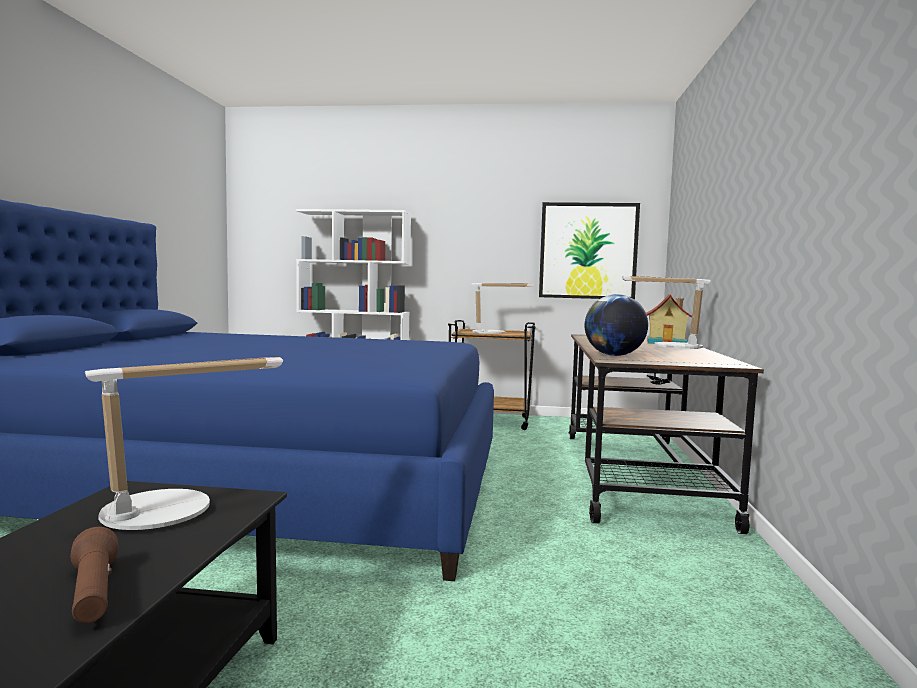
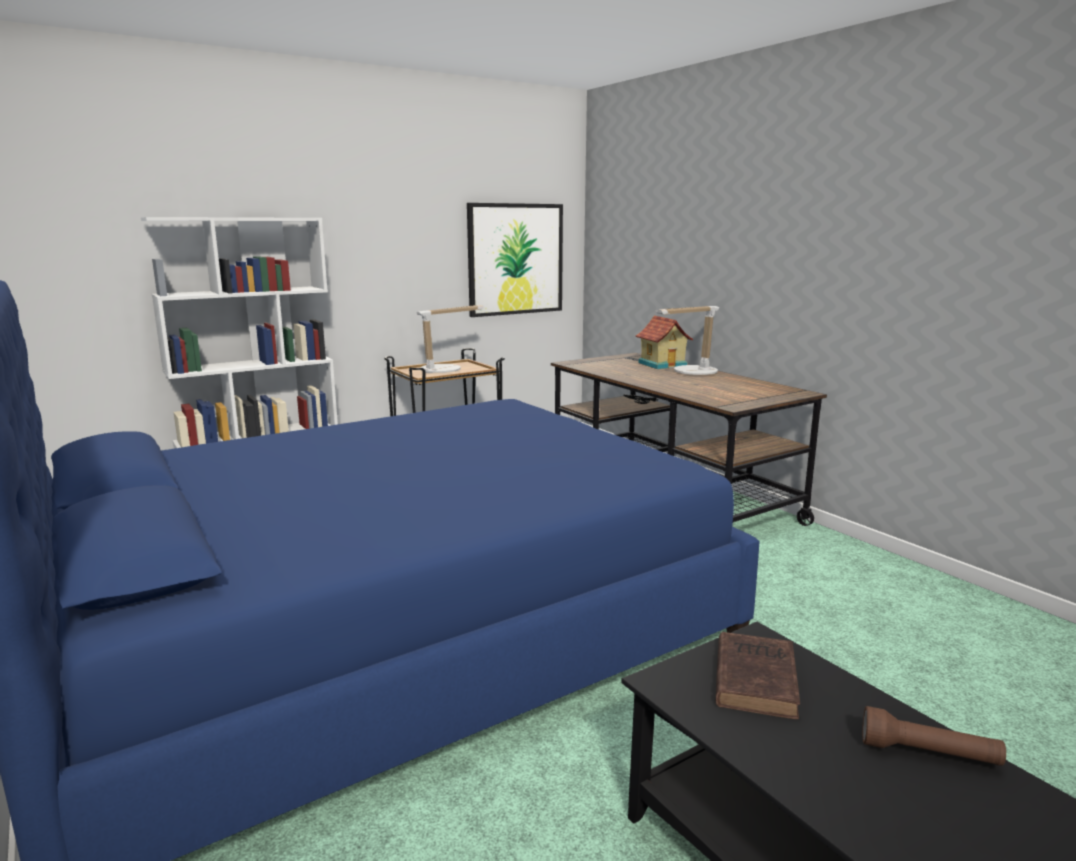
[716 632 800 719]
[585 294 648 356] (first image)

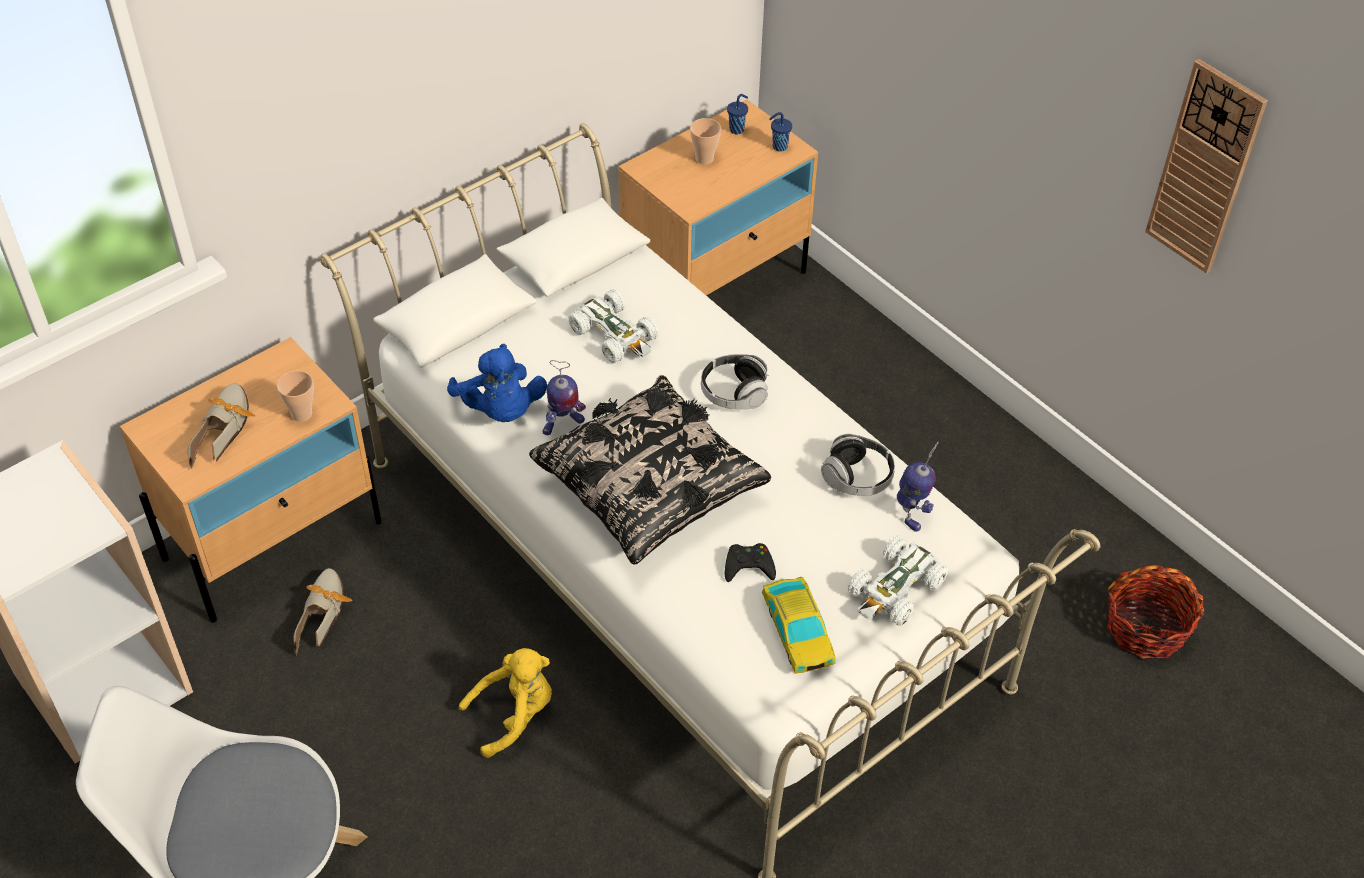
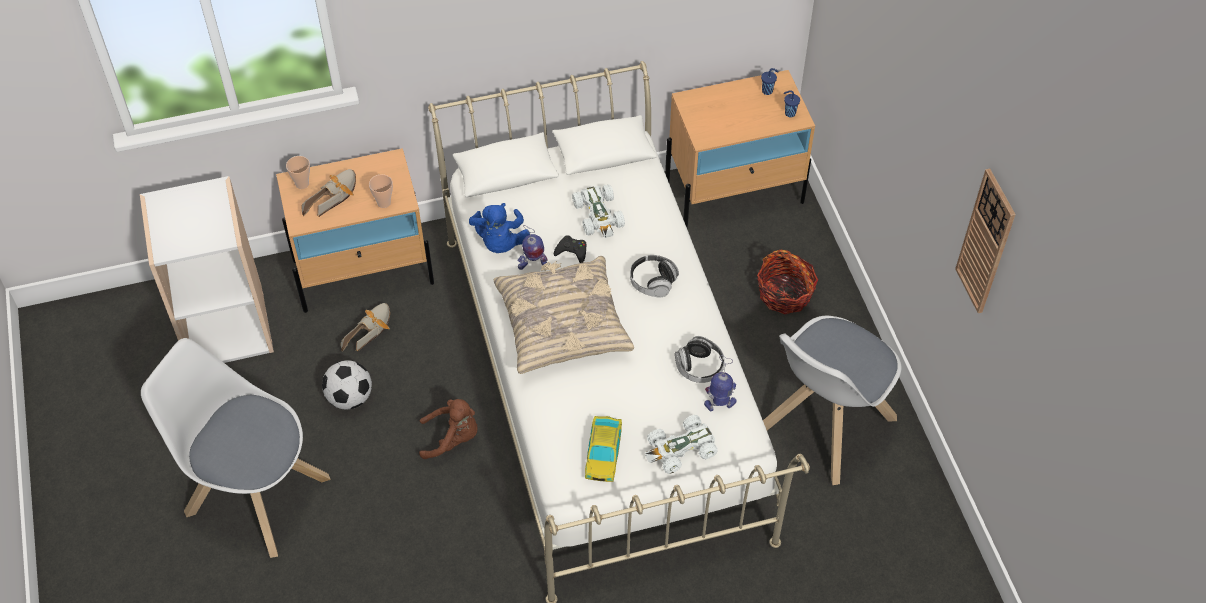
[286 156 310 189]
[322 360 372 410]
[419 399 478 459]
[494 256 634 374]
[554 236 587 263]
[704 355 737 411]
[757 250 818 314]
[763 316 902 485]

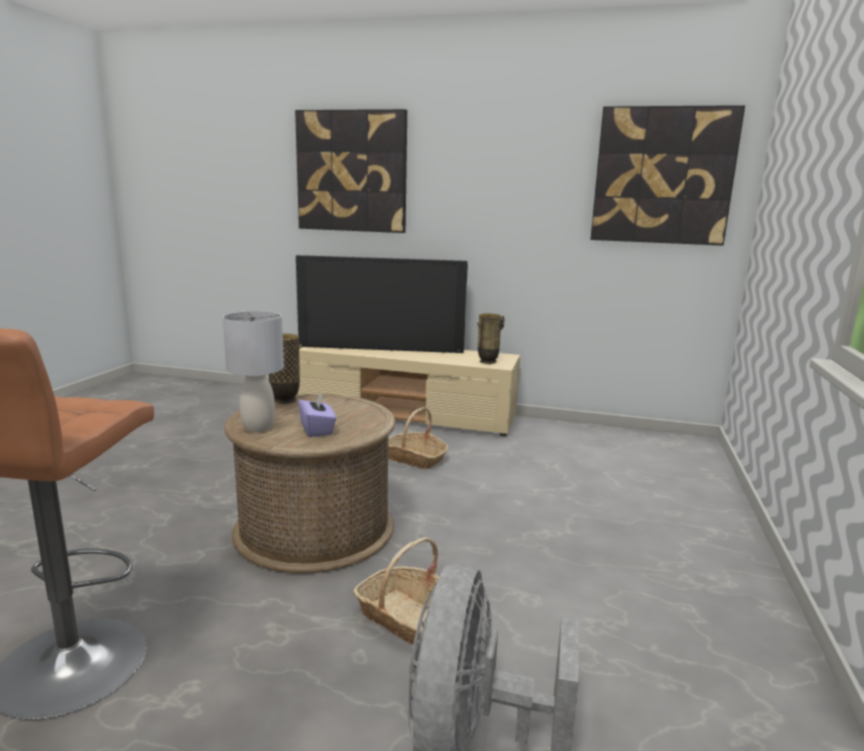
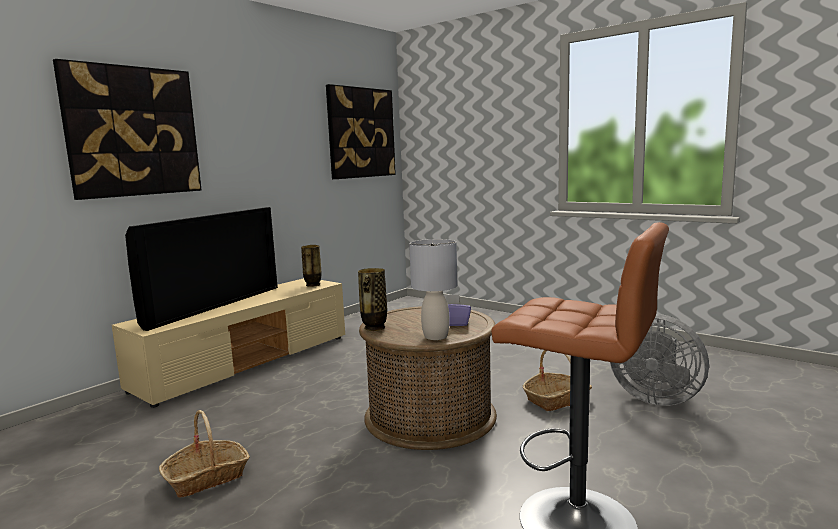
[159 410 250 498]

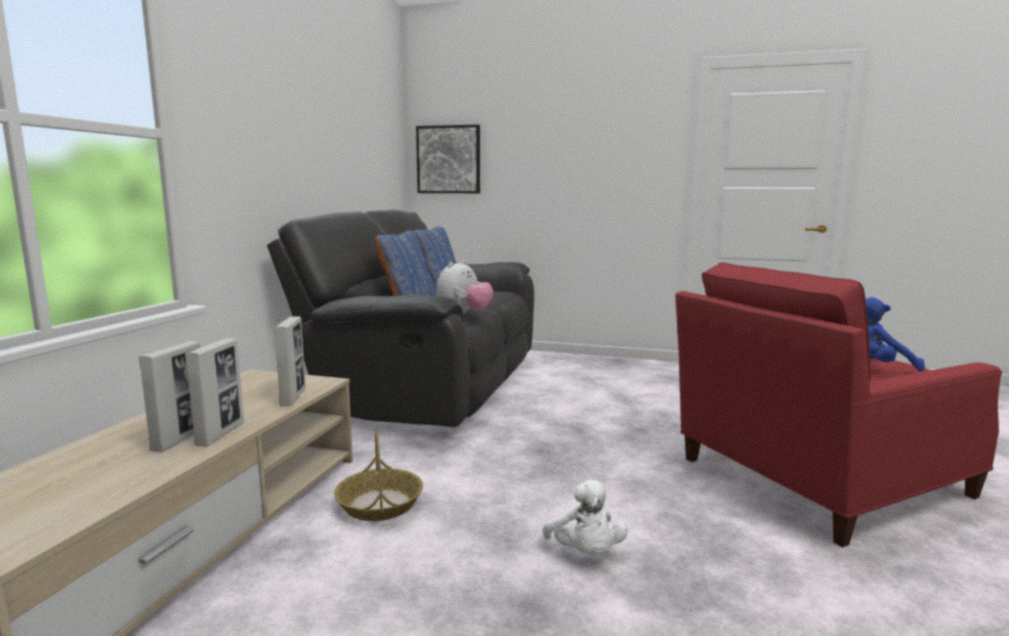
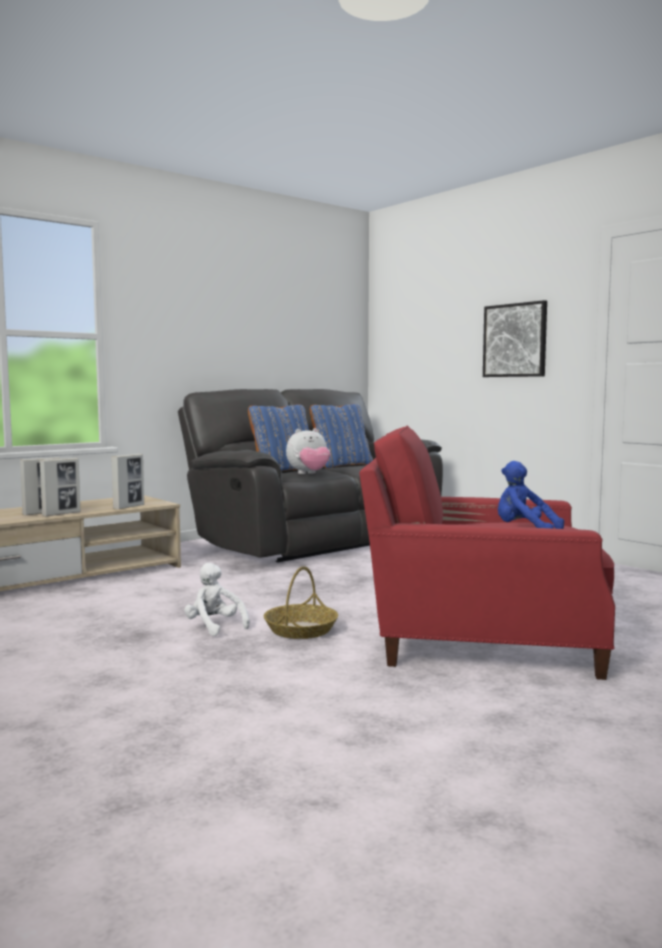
[184 563 250 636]
[264 566 338 639]
[483 300 547 377]

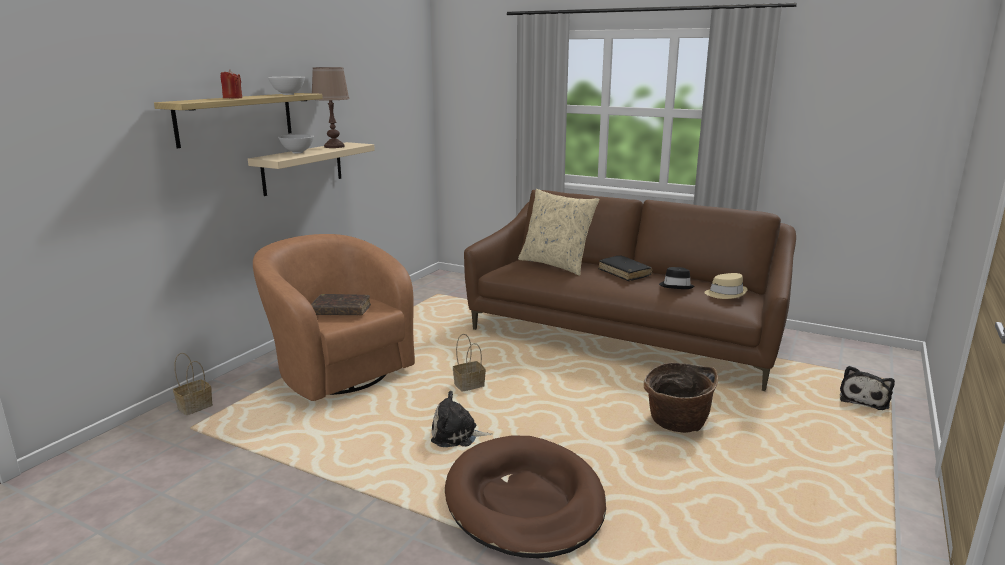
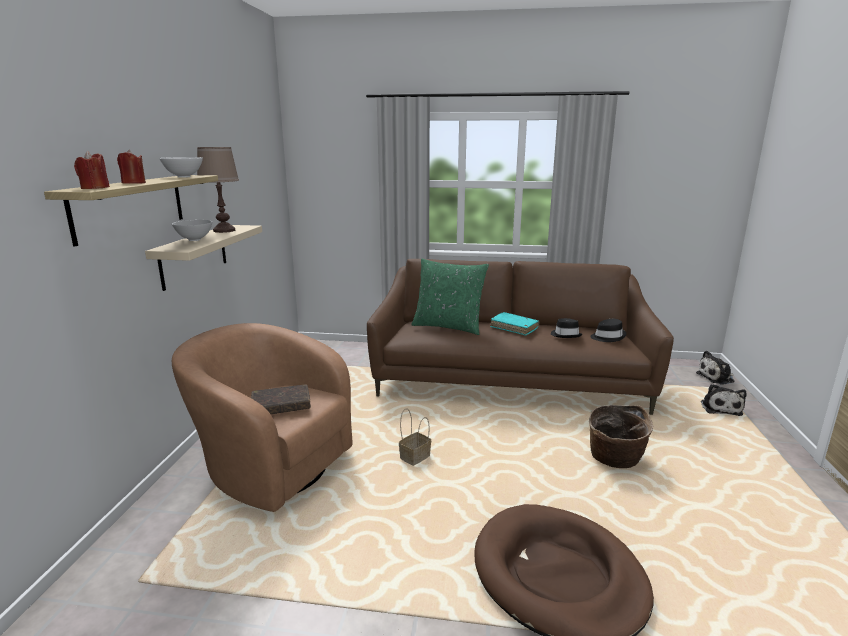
[74 151 110 189]
[412 259 489 335]
[490 312 539 336]
[590 319 626 342]
[696 351 734 384]
[173 353 213 415] (first image)

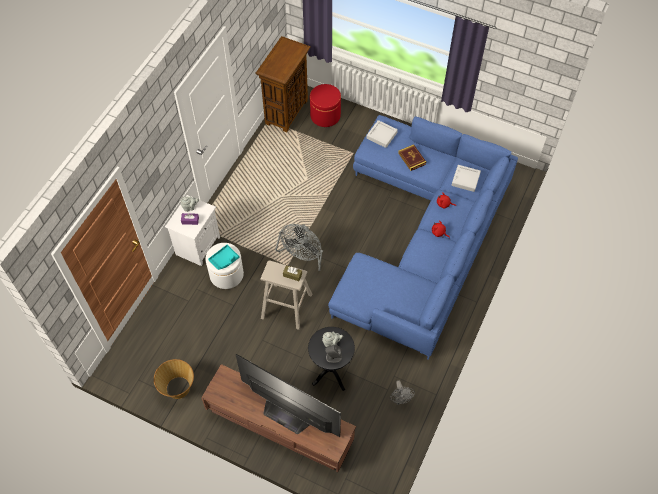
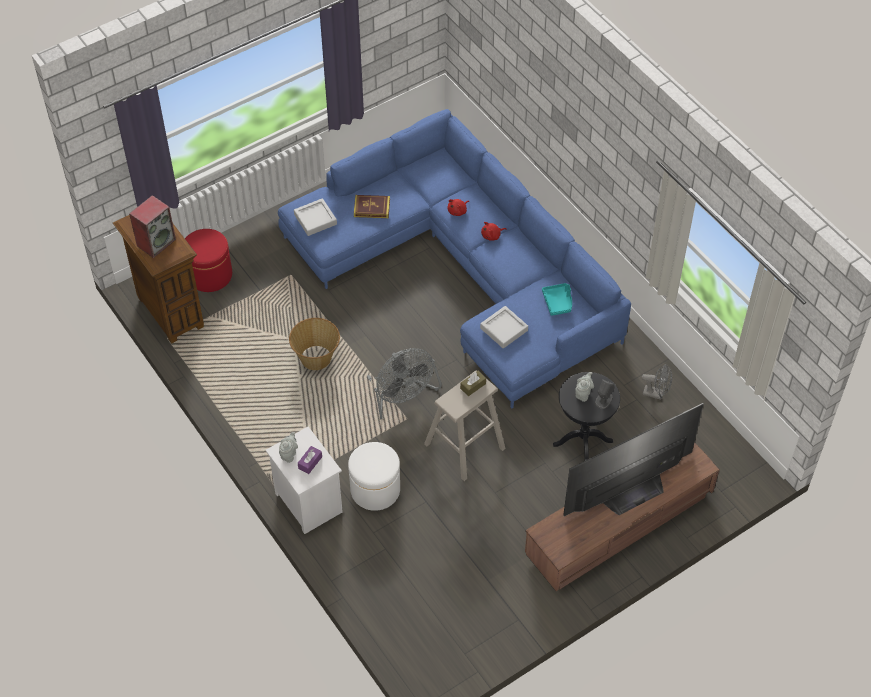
[129 195 176 258]
[289 318 340 370]
[480 306 528 348]
[542 283 572 316]

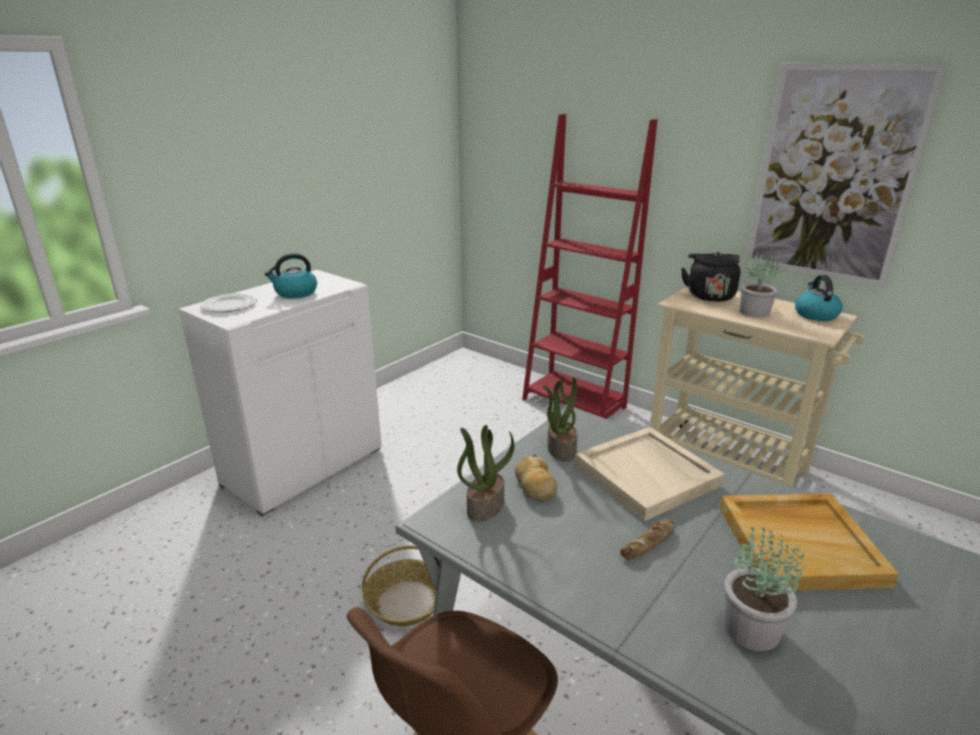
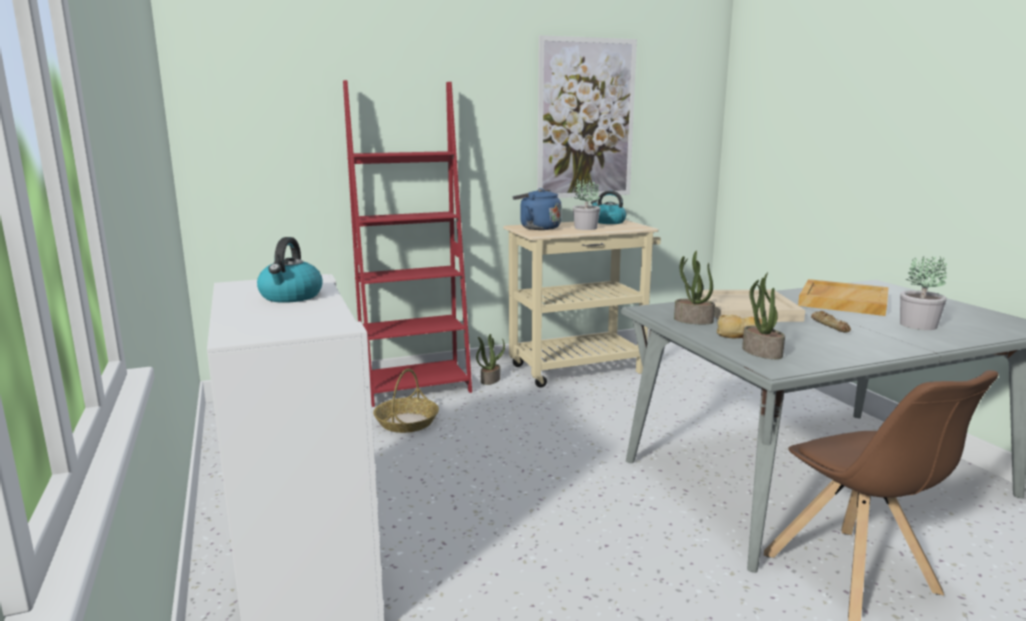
[373 368 439 433]
[476 334 505 385]
[513 188 561 230]
[201 293 257 312] (first image)

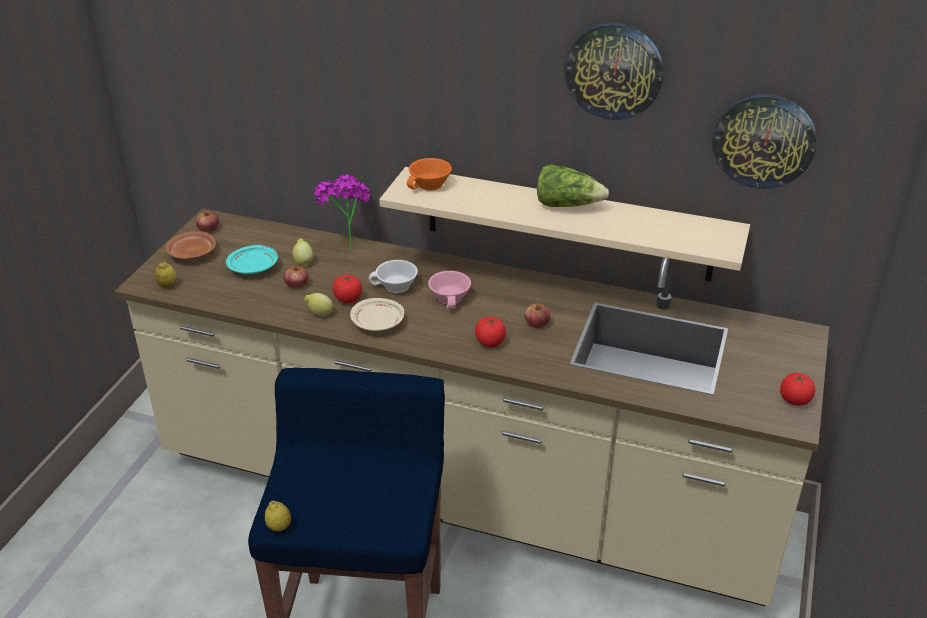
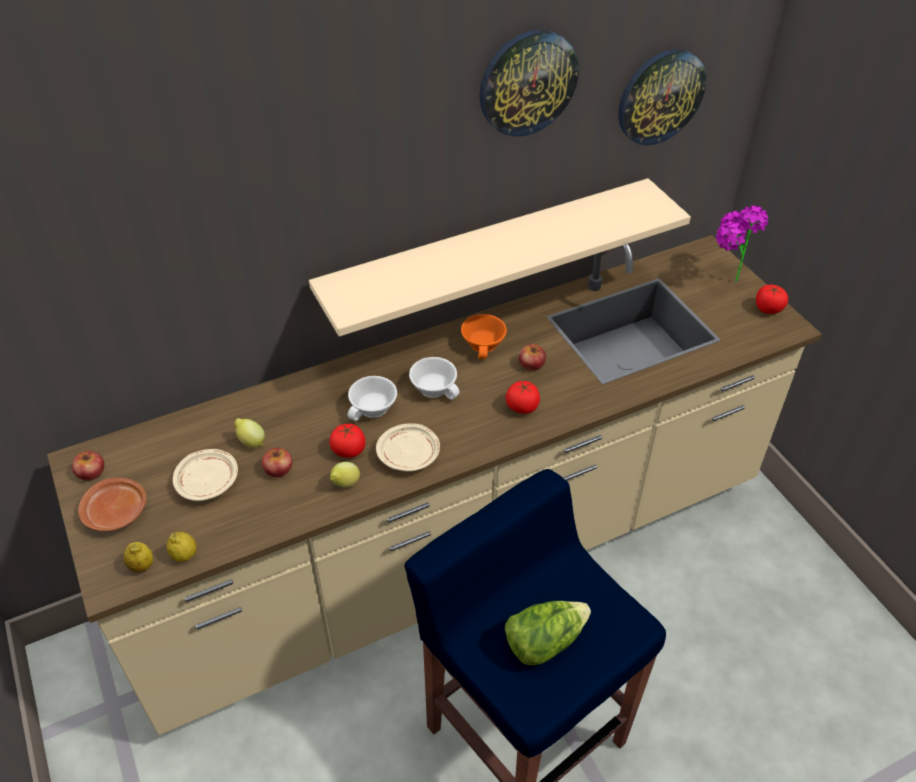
[166 532 196 562]
[173 449 238 501]
[409 357 460 400]
[461 314 507 359]
[505 601 591 666]
[716 205 768 282]

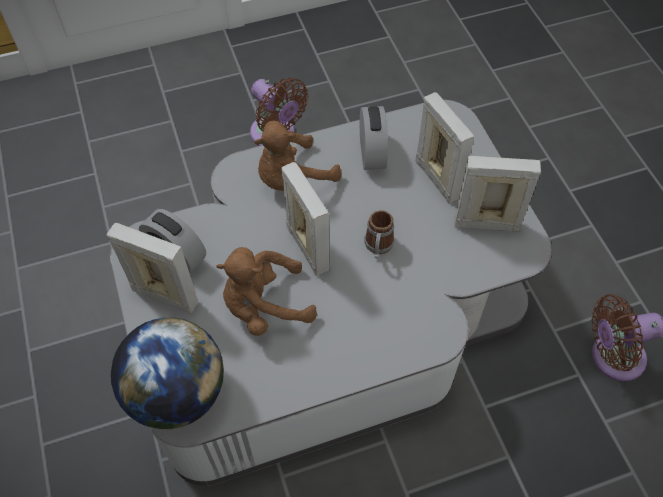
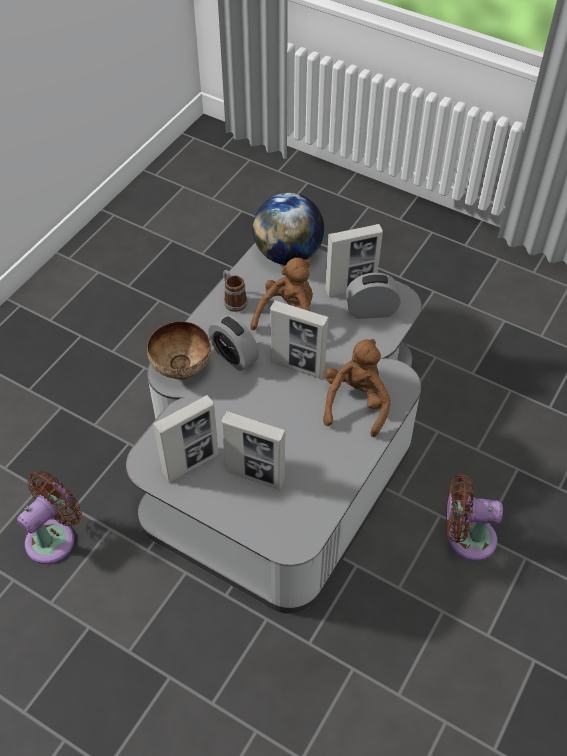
[147 321 211 380]
[208 315 259 371]
[223 270 248 312]

